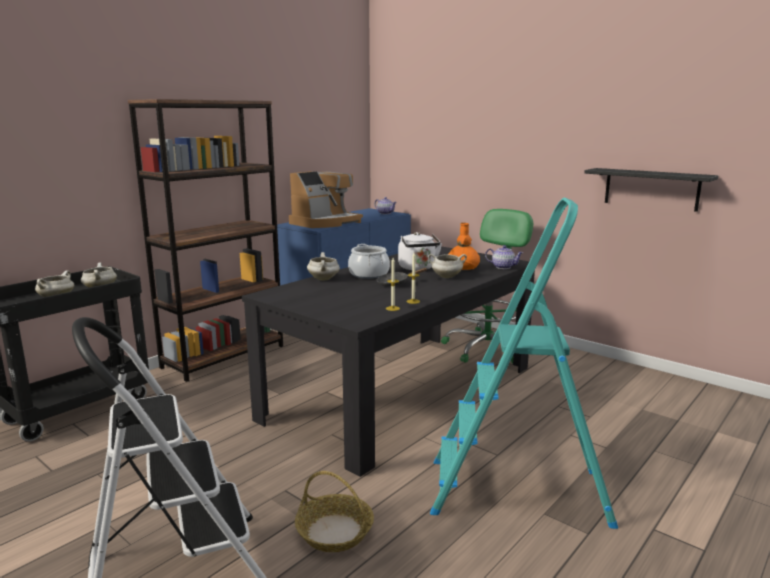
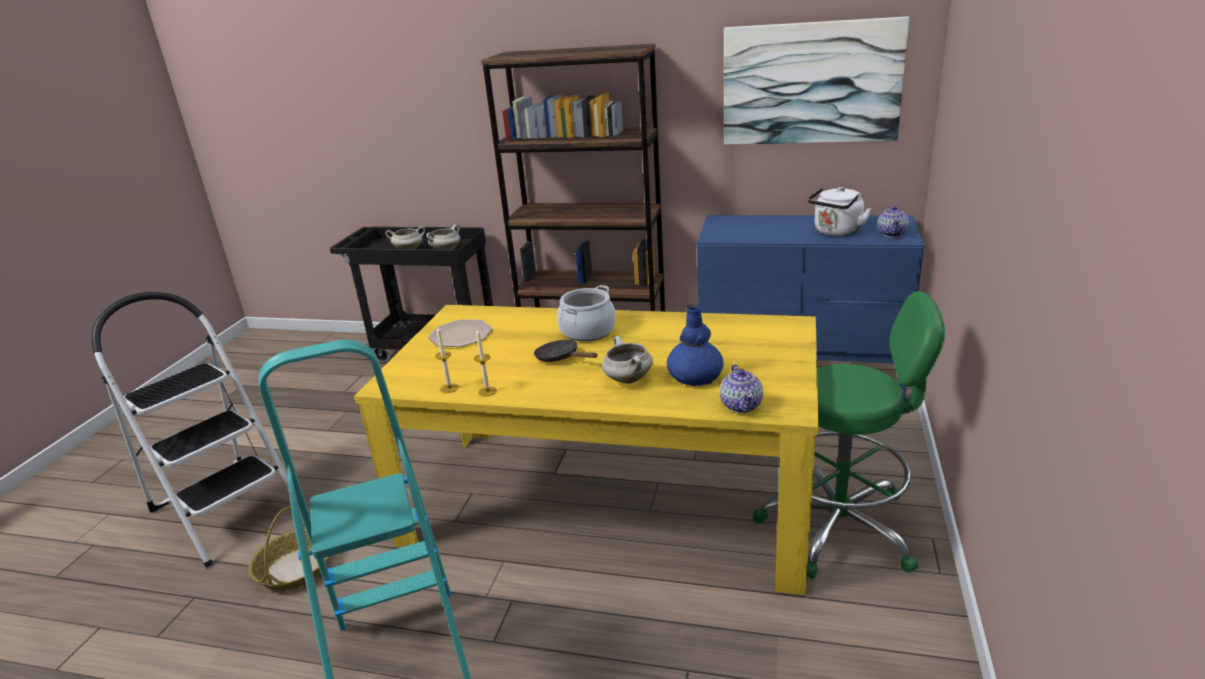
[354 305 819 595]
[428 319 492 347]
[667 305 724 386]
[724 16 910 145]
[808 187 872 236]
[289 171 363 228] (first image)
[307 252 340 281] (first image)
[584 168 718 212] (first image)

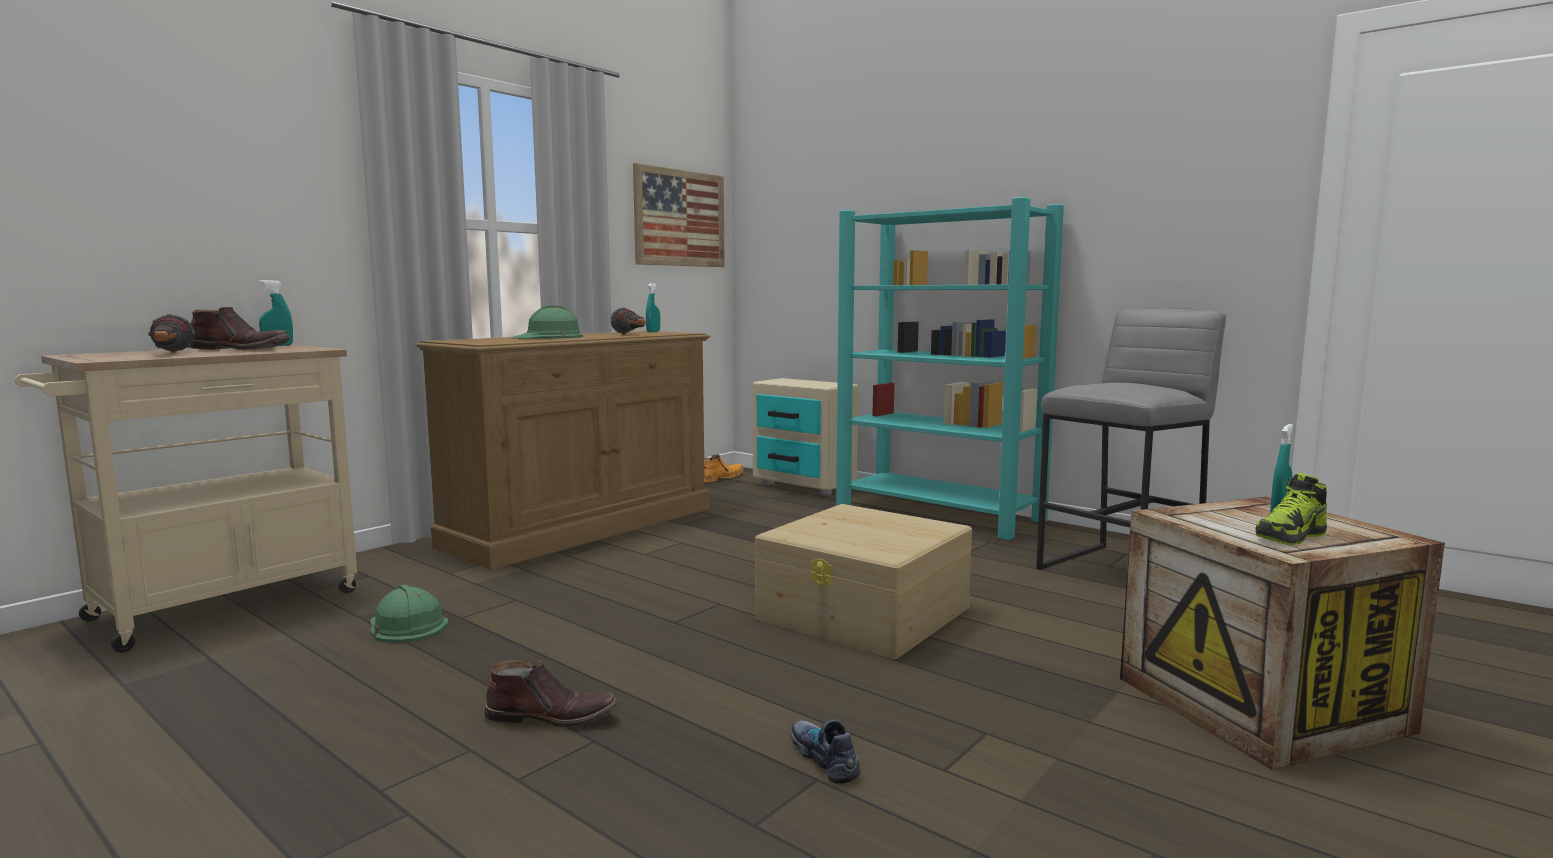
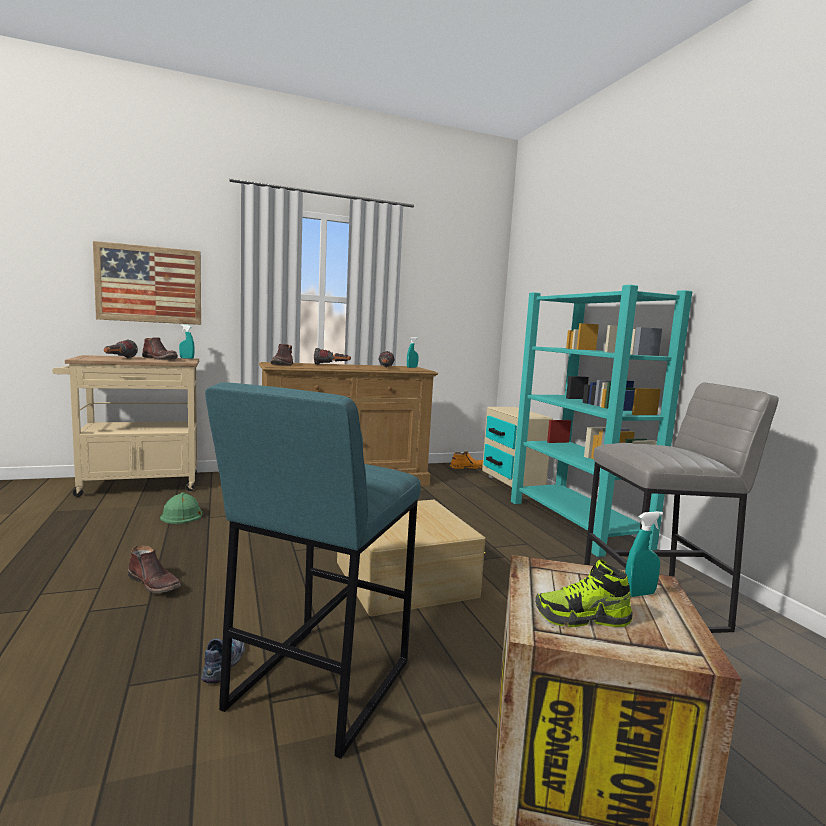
[93 241 201 325]
[205 382 421 759]
[271 344 293 366]
[314 348 351 365]

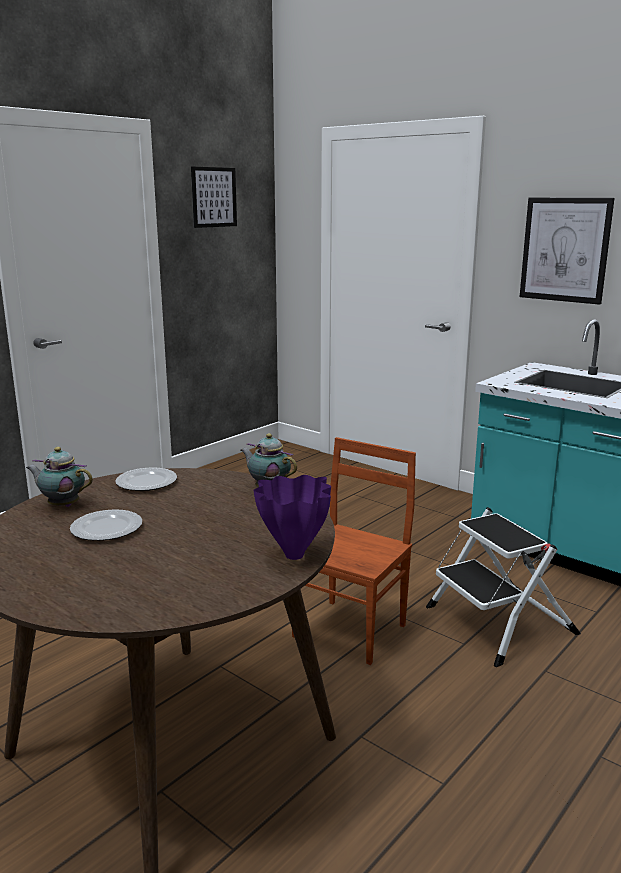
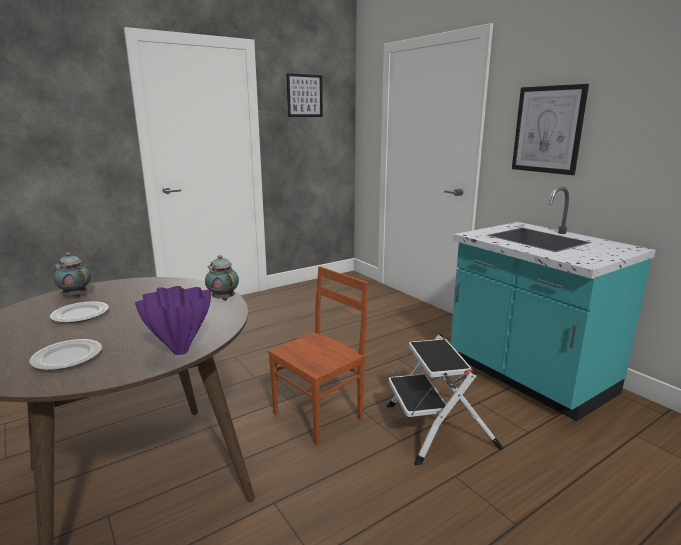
[29 339 102 370]

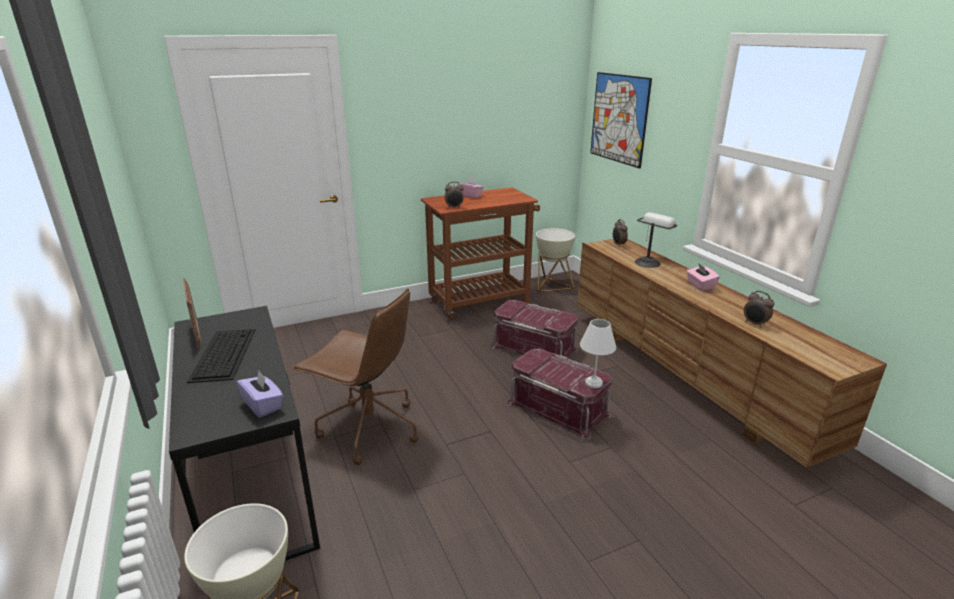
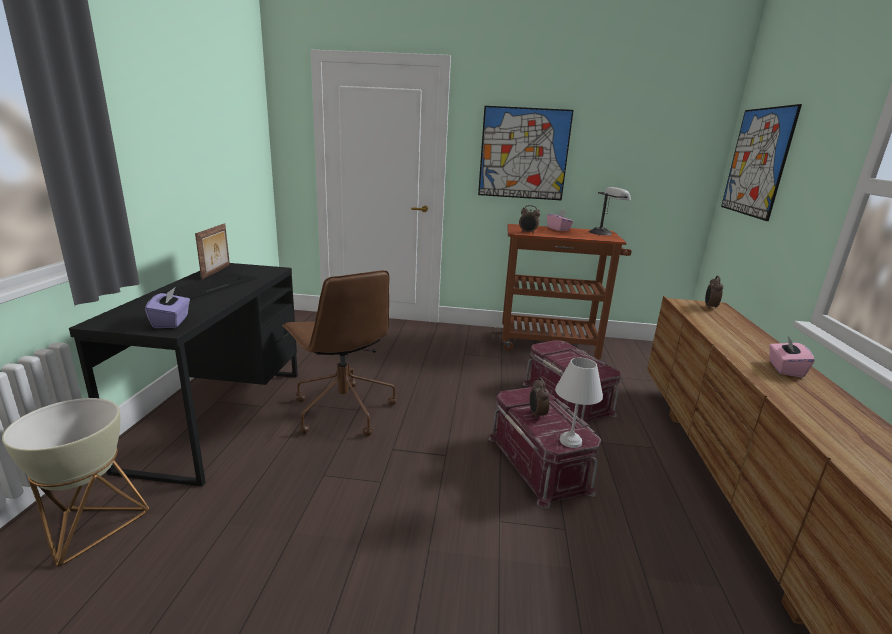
[478 106 574 200]
[530 378 550 420]
[588 187 631 235]
[536 228 575 292] (first image)

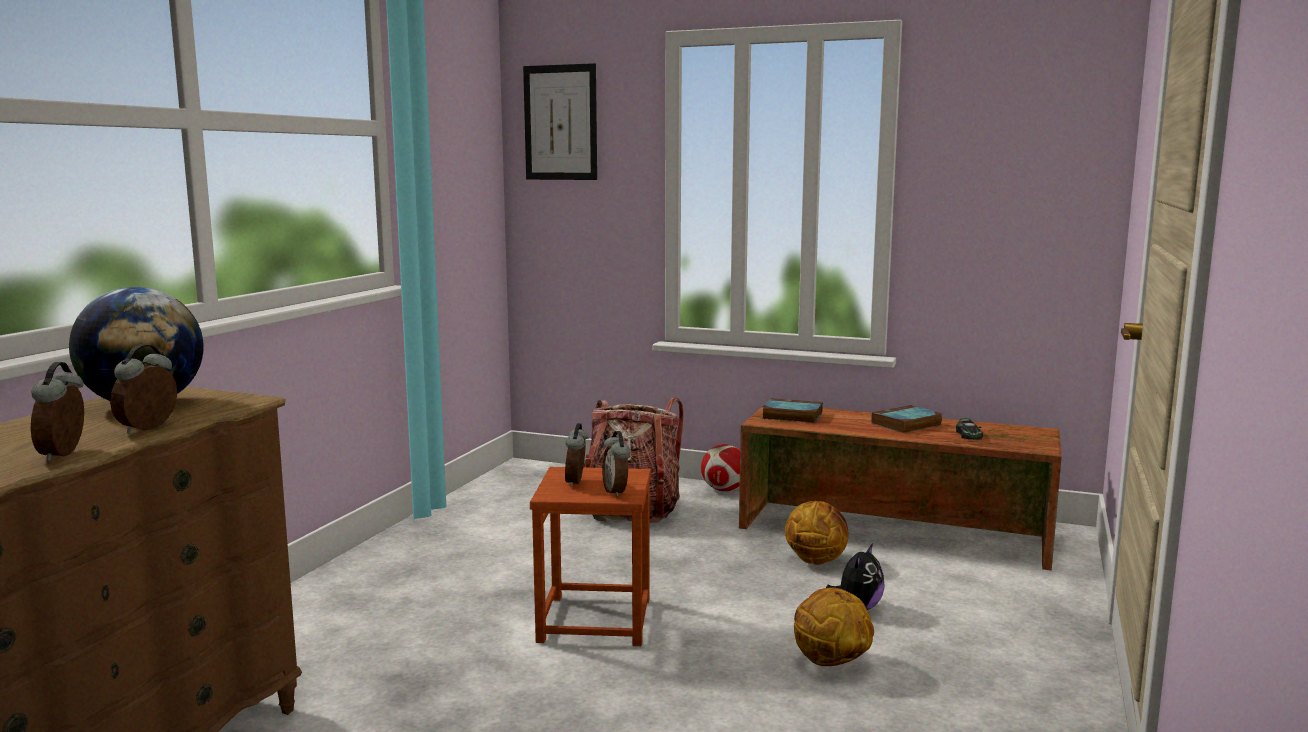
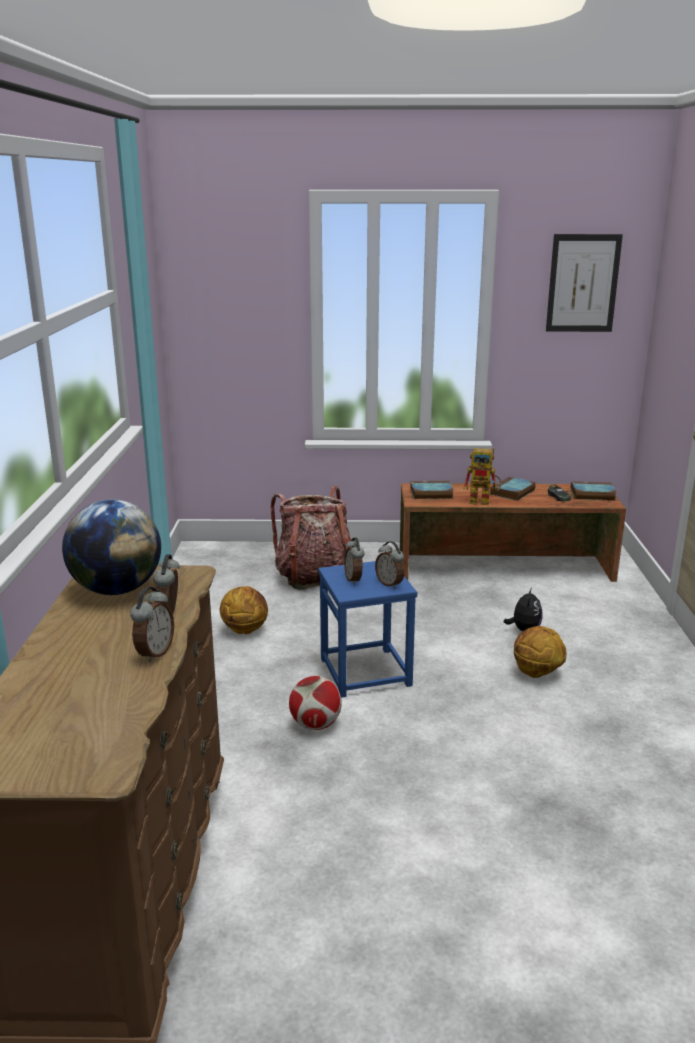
[130 587 174 662]
[219 586 268 634]
[289 676 342 730]
[318 561 417 698]
[463 448 501 505]
[546 234 623 332]
[570 481 617 501]

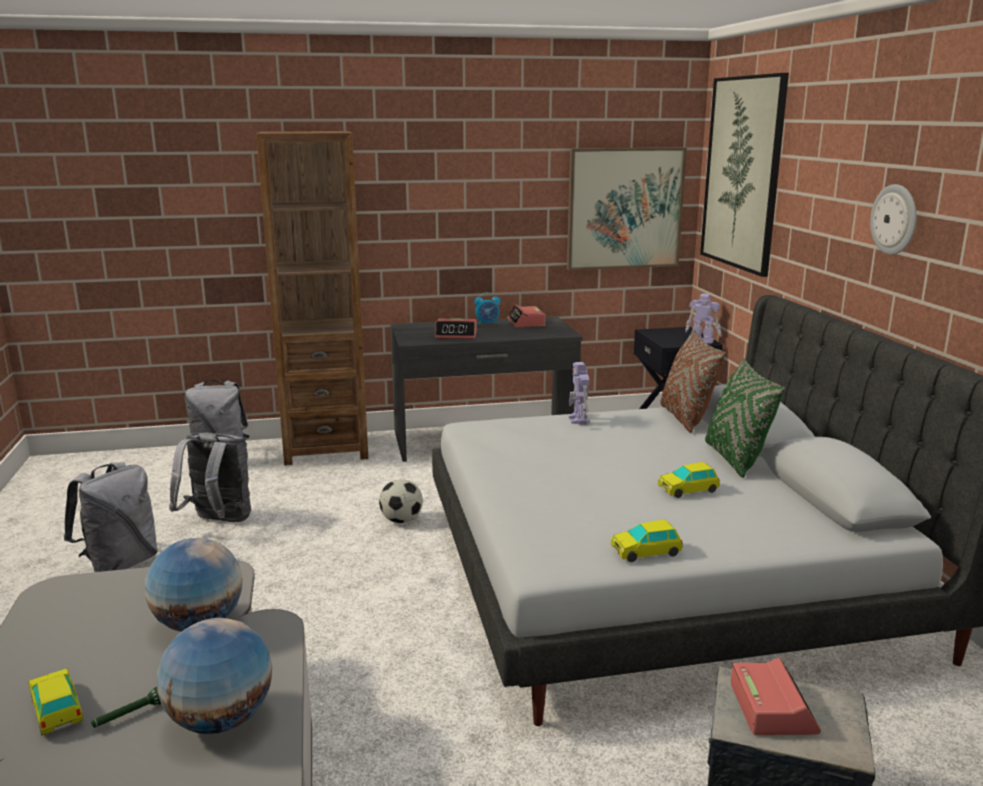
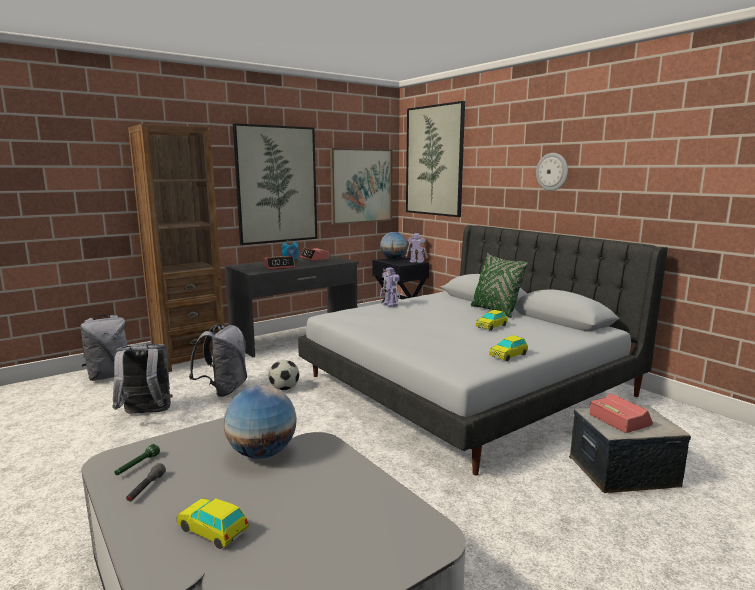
[114 444 160 475]
[126 463 166 501]
[189 325 247 397]
[233 123 317 245]
[380 232 407 259]
[660 329 726 433] (first image)

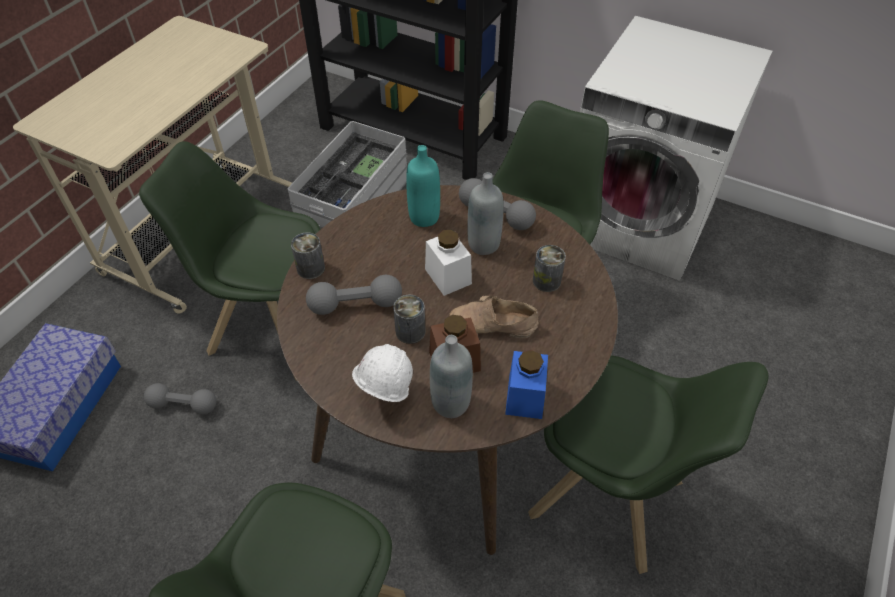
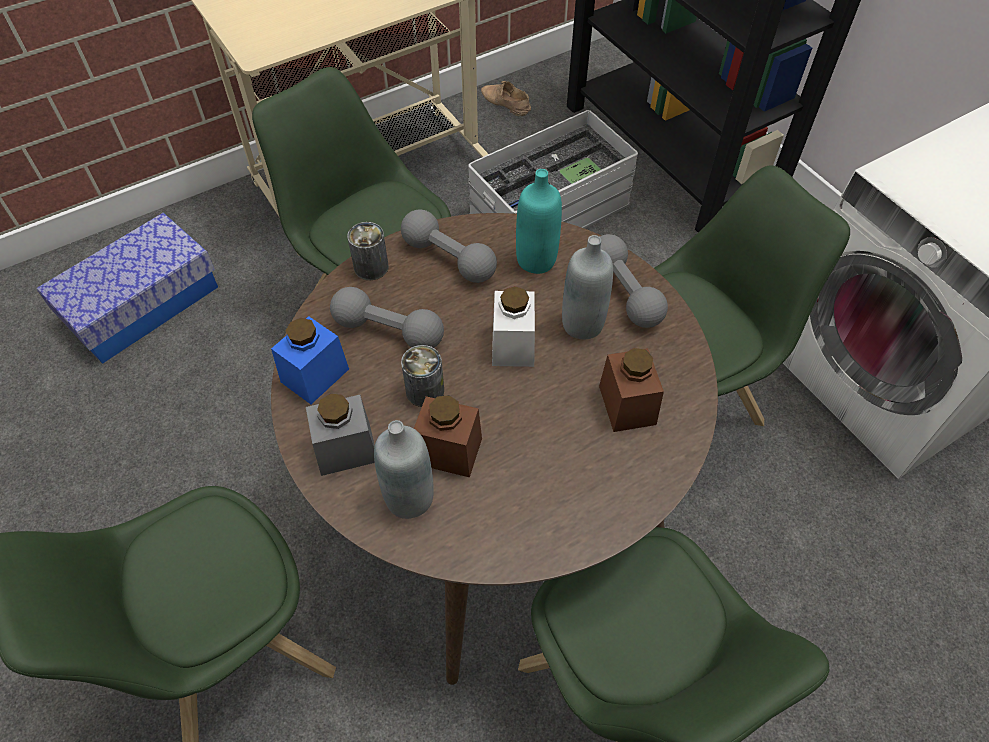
[271 316 349 404]
[306 394 375 476]
[401 209 497 283]
[481 81 531 116]
[599 348 664 432]

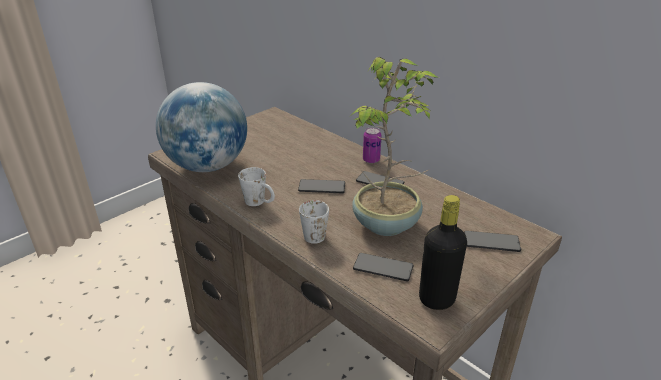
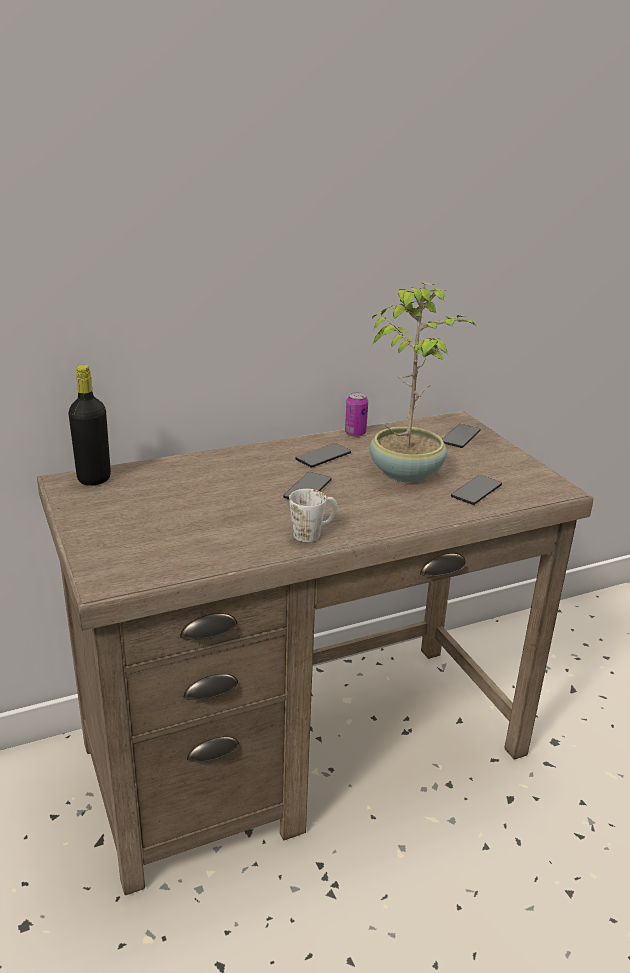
[68 365 111 486]
[345 392 368 437]
[156 82 247 172] (first image)
[299 200 329 244] (first image)

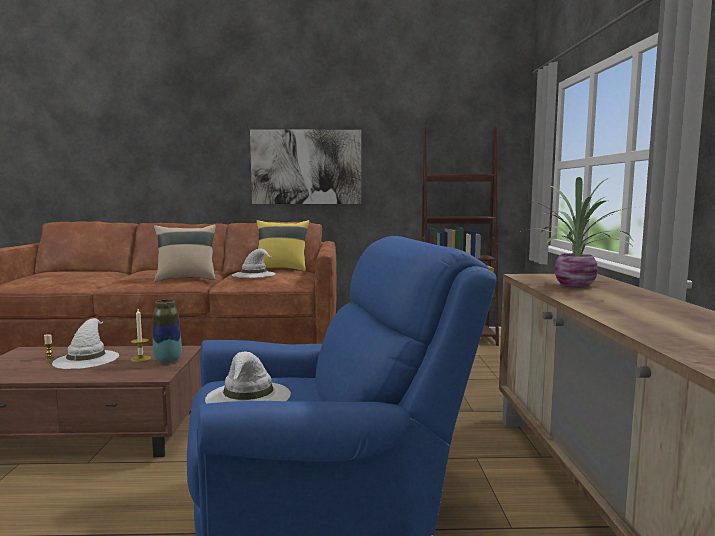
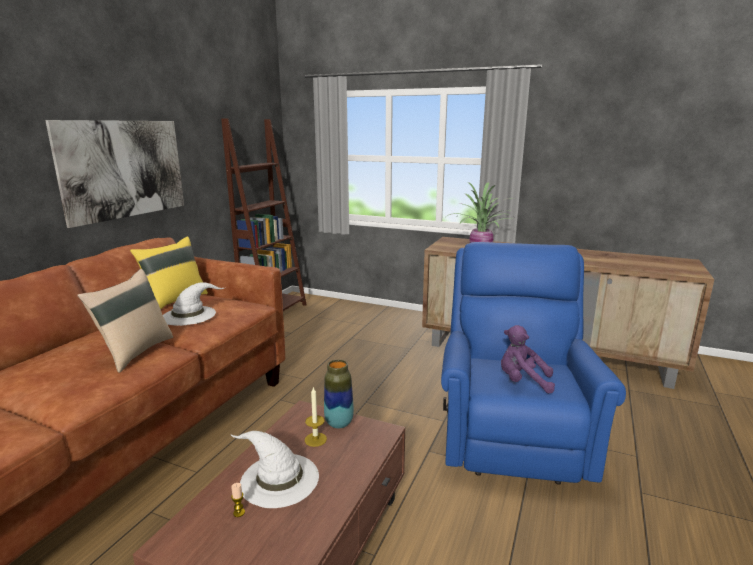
[501 325 555 394]

